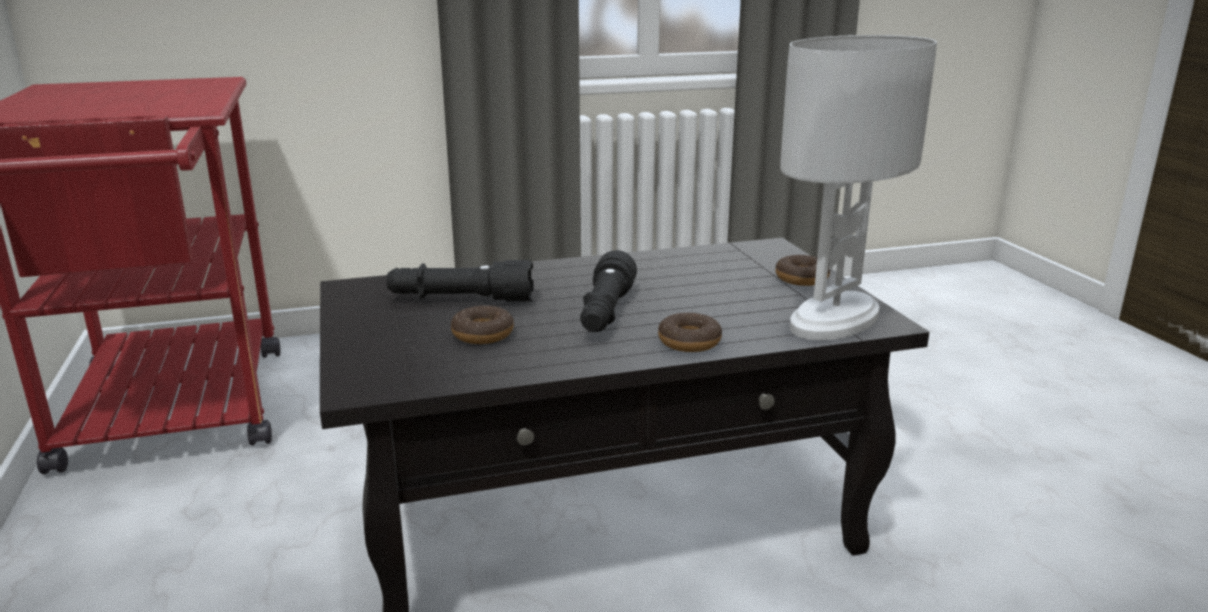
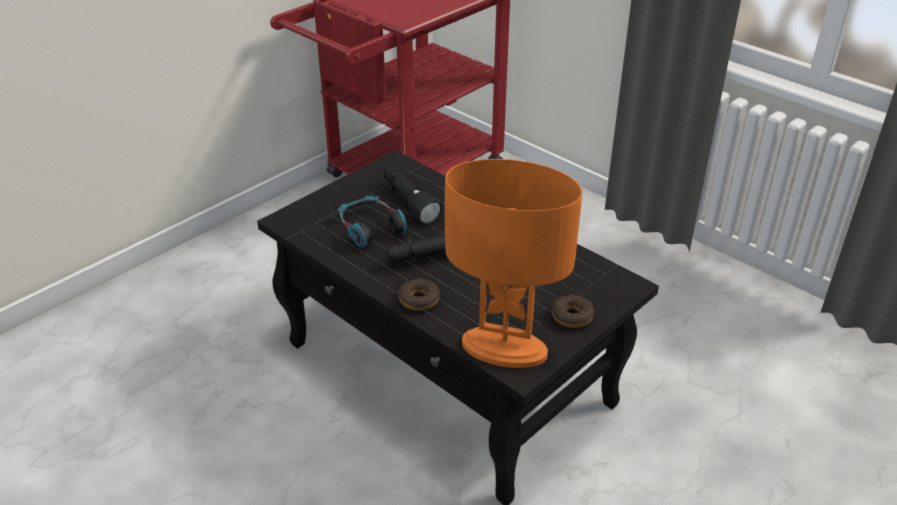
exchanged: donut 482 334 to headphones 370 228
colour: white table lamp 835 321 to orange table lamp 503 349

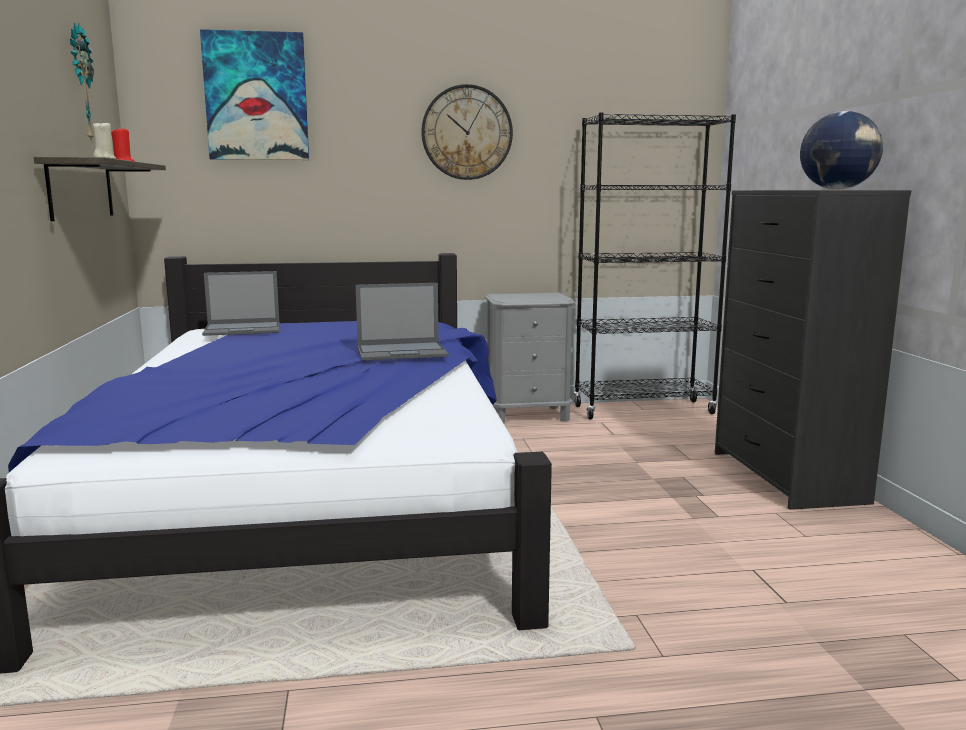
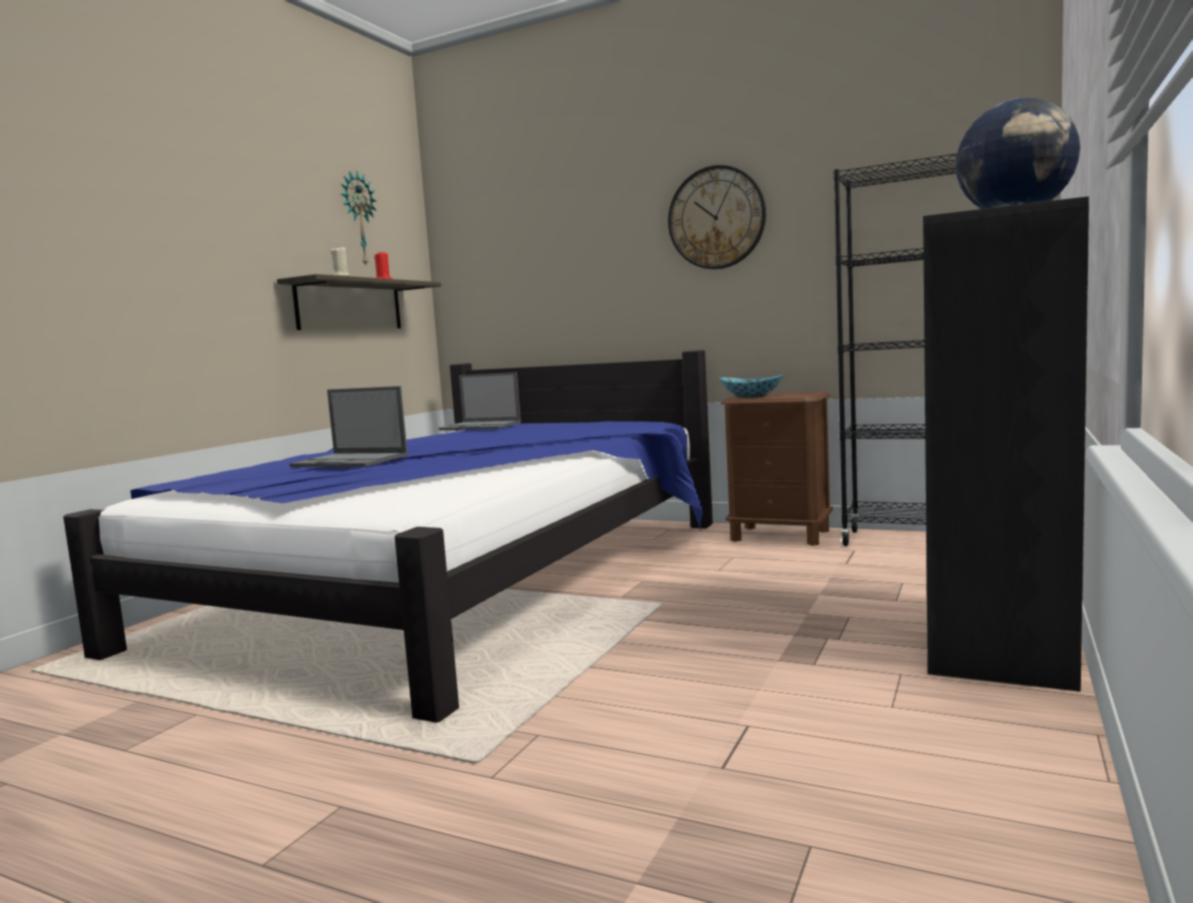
missing: picture 256 97
appeared: bowl 752 397
relocated: laptop 403 352 to 351 461
colour: grey nightstand 528 415 to brown nightstand 781 535

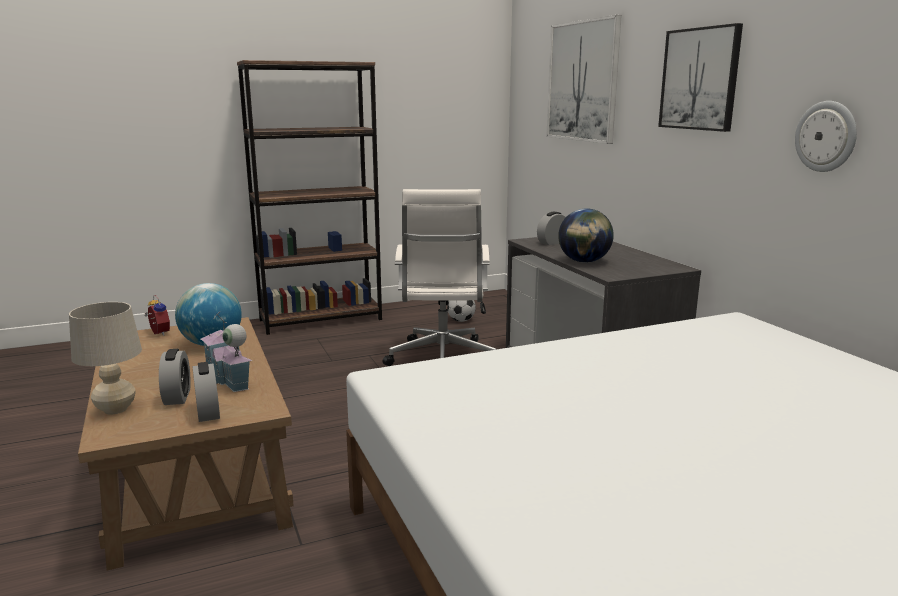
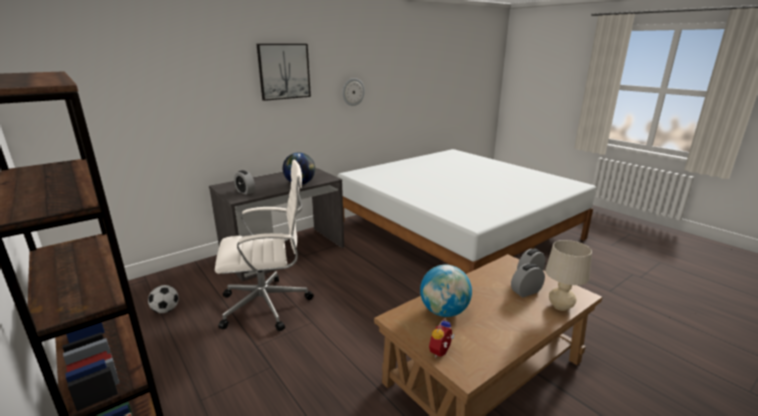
missing: toy house 229 381; picture 582 81

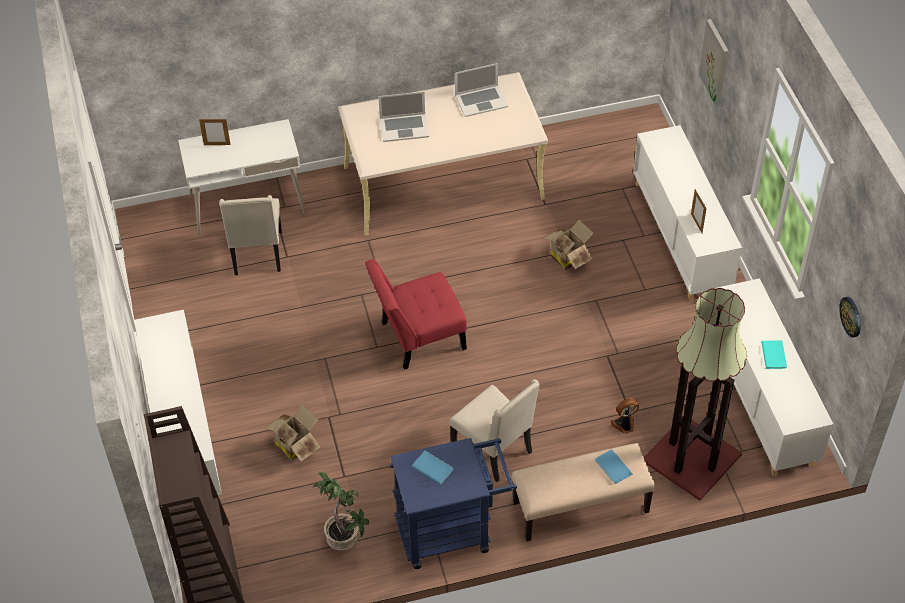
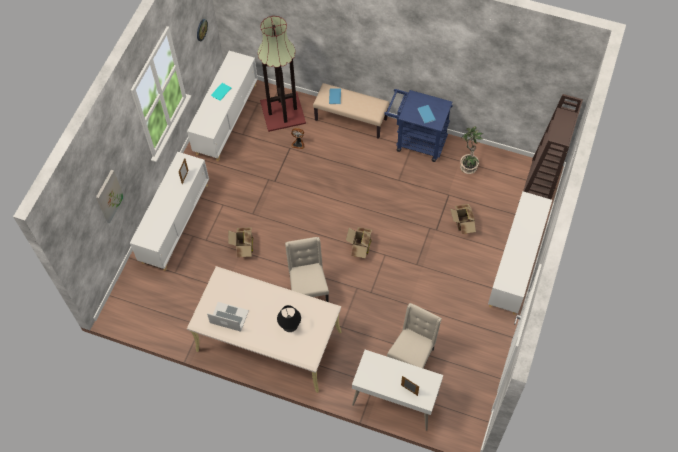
relocated: beige chair 494 450 to 308 290
exchanged: laptop 404 127 to black table lamp 289 325; red chair 418 337 to cardboard box 359 247

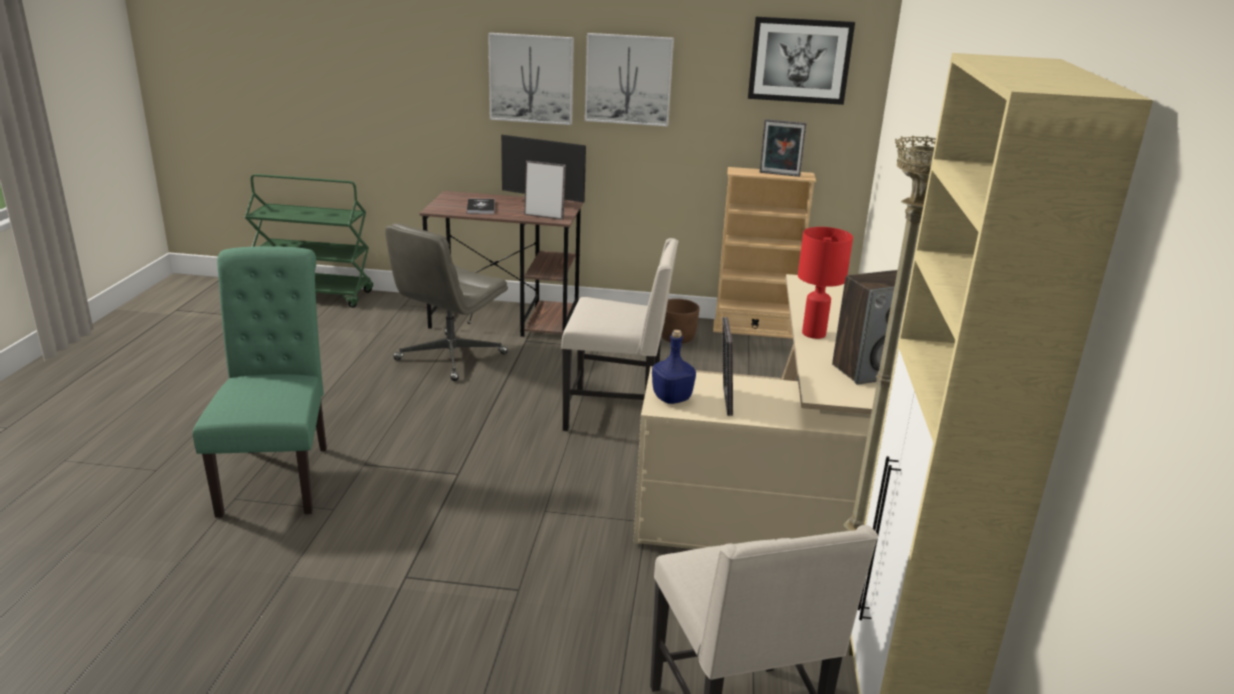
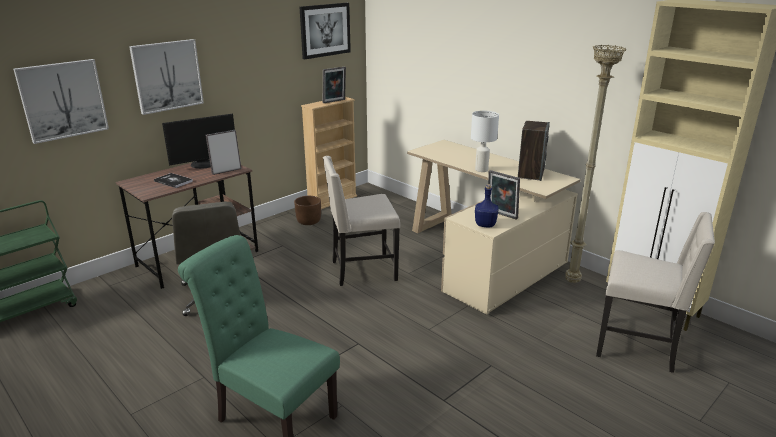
relocated: picture 628 79 to 63 100
colour: red table lamp 813 334 to white table lamp 481 170
spun: beige chair 616 415 = 362 271 150 degrees counterclockwise

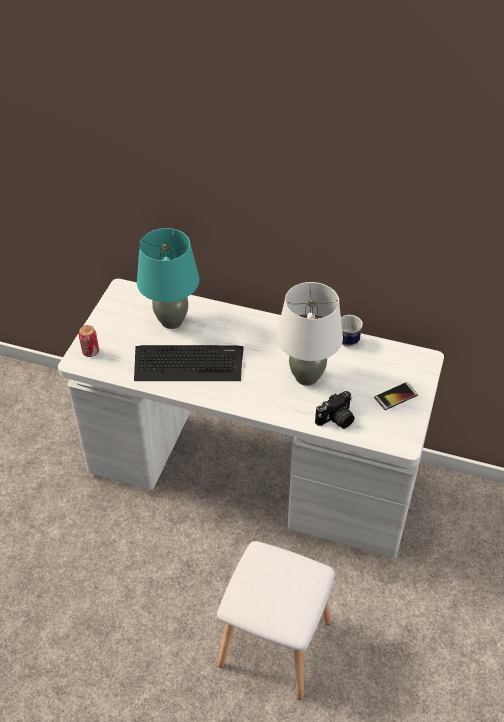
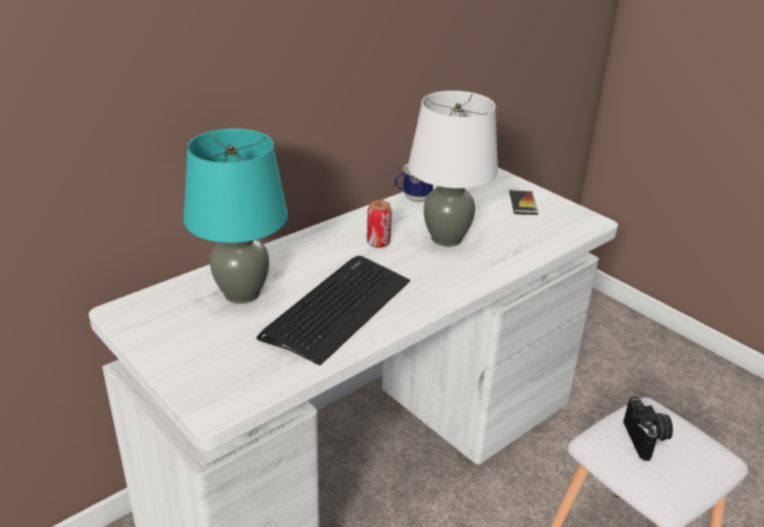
relocated: can 90 352 to 378 243; photo camera 336 420 to 646 439

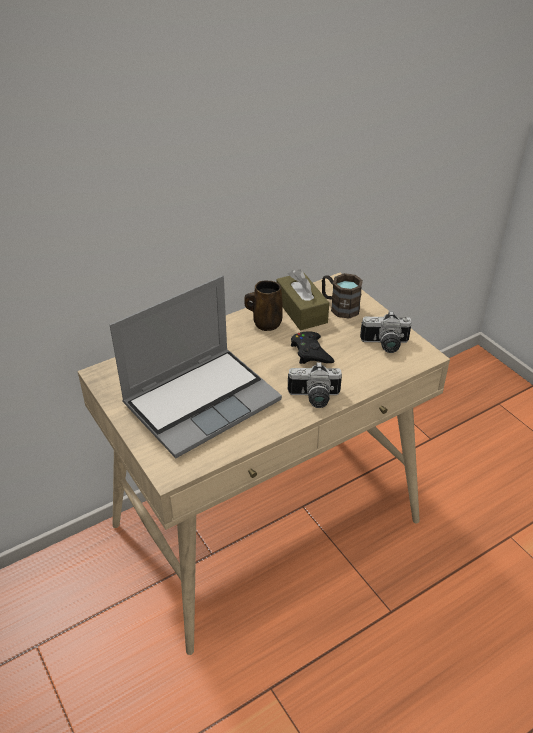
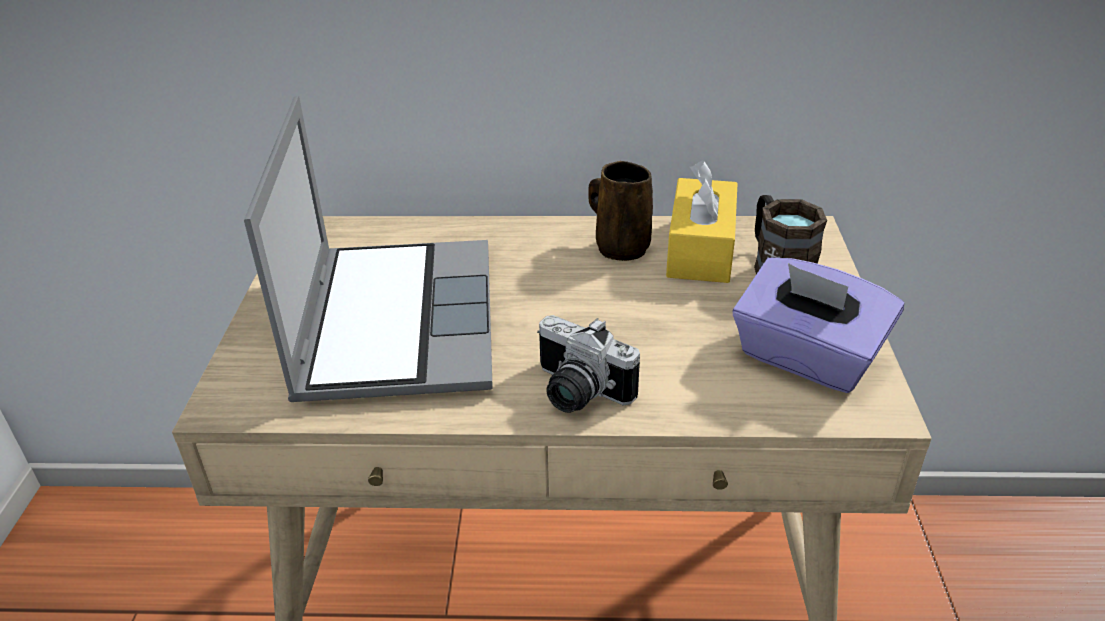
missing: black game controller 310 352
exchanged: photo camera 385 345 to purple tissue box 806 358
colour: brown tissue box 301 311 to yellow tissue box 700 249
spun: laptop 202 401 = 395 320 90 degrees counterclockwise

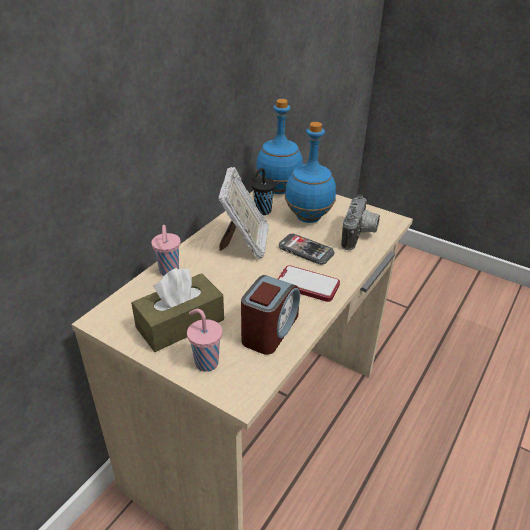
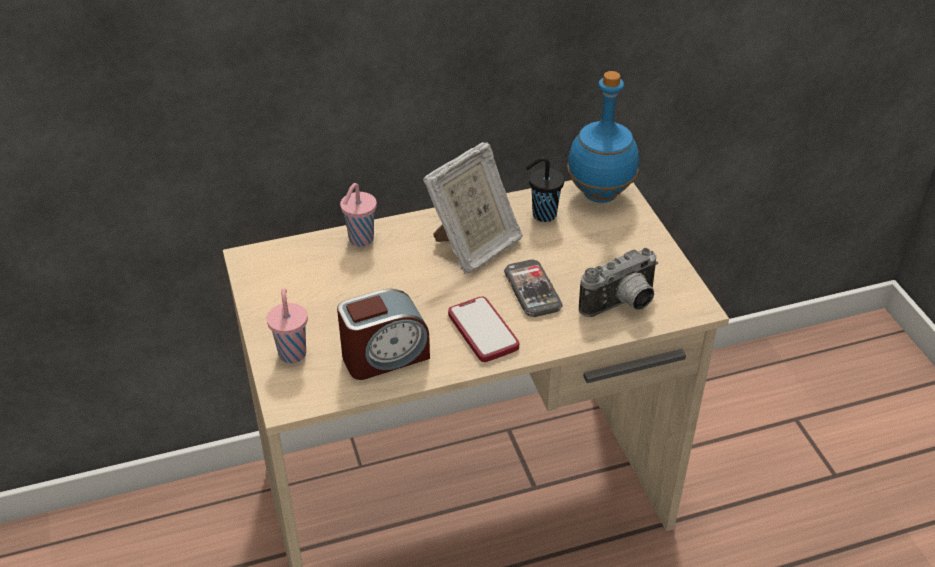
missing: brown tissue box 180 324; blue bottle 307 217

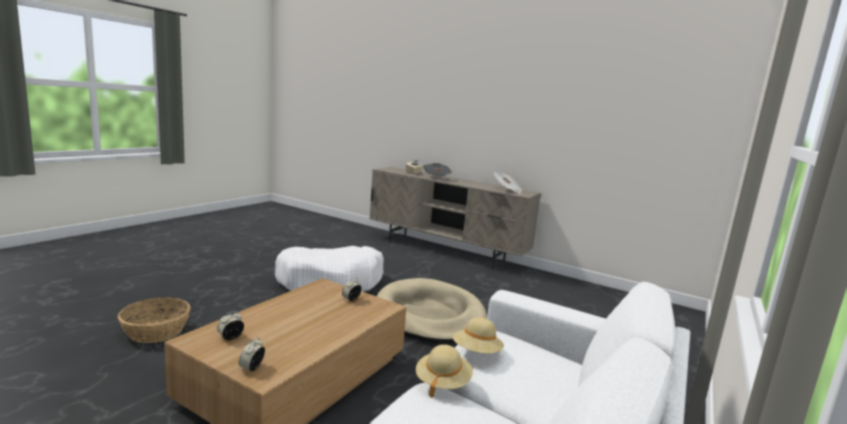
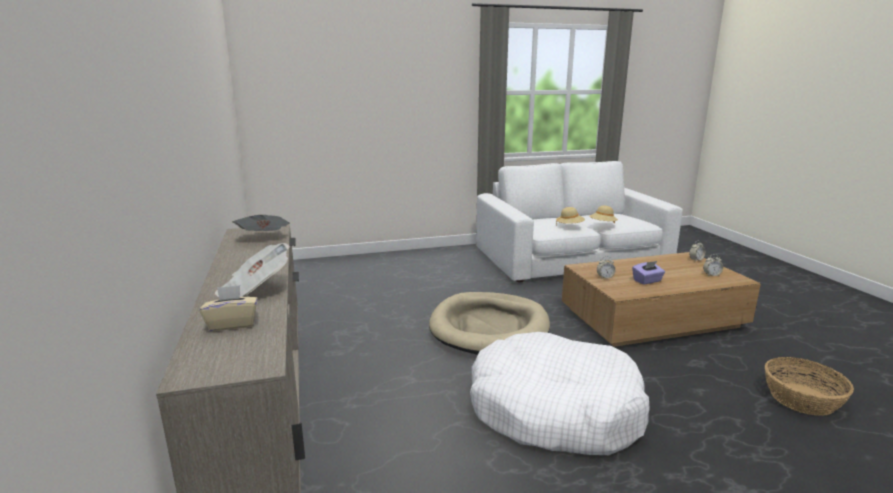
appeared: purple tissue box 647 281

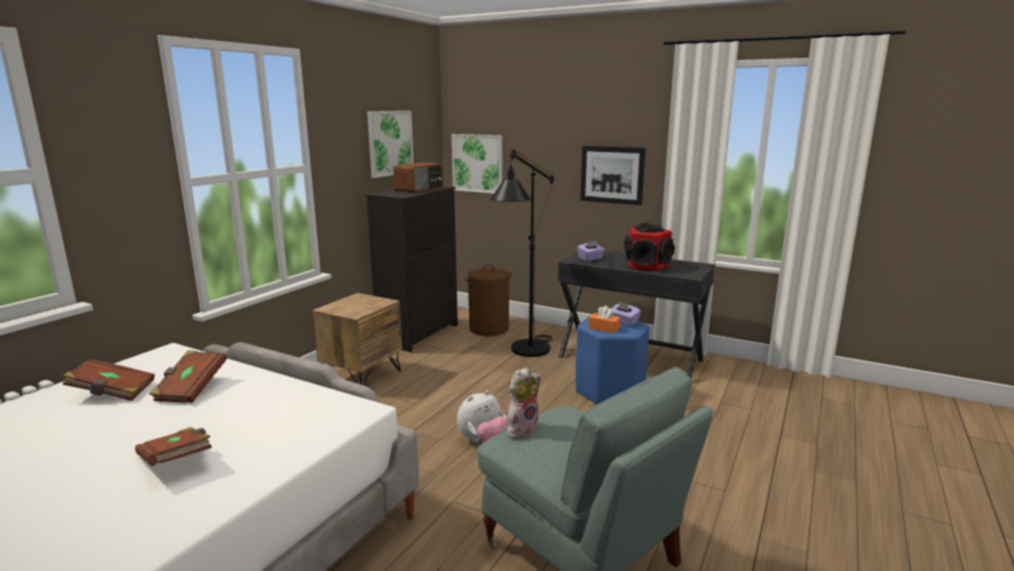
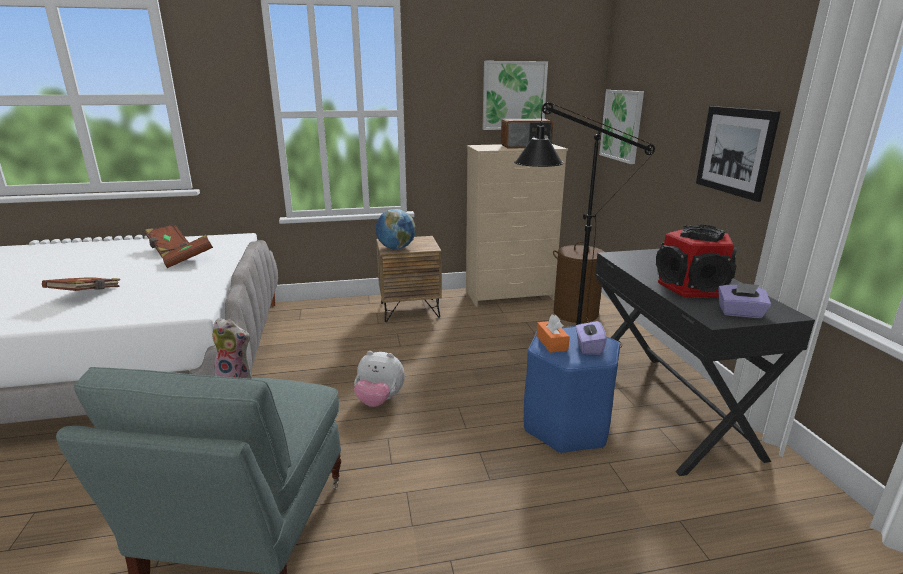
appeared: globe 396 248
relocated: purple tissue box 590 259 to 740 313
colour: black dresser 419 334 to beige dresser 510 295

